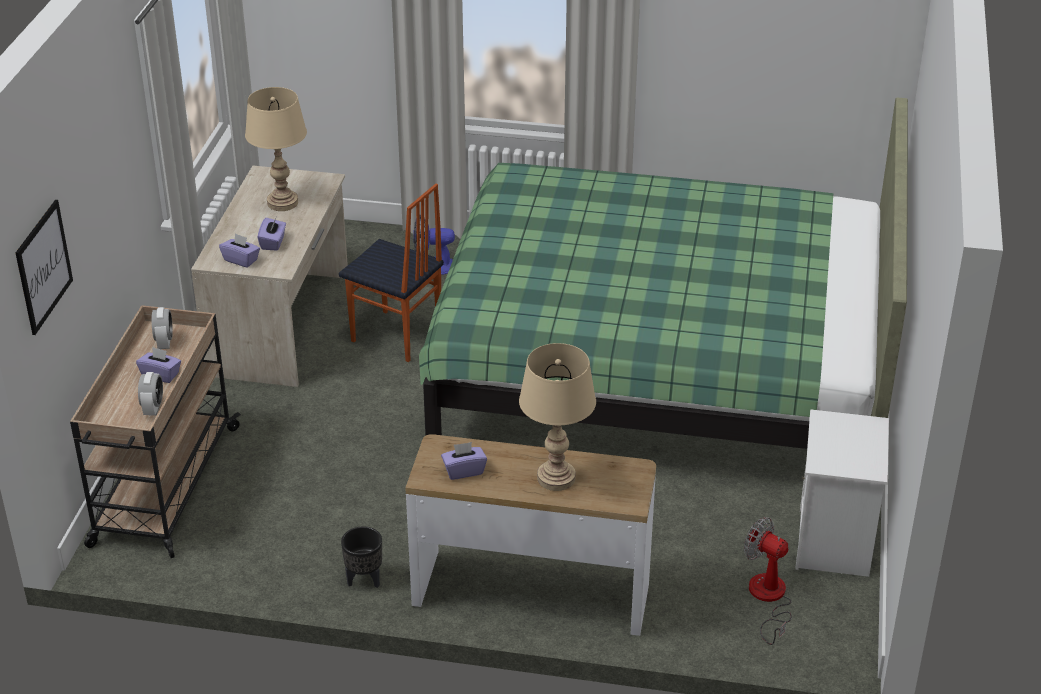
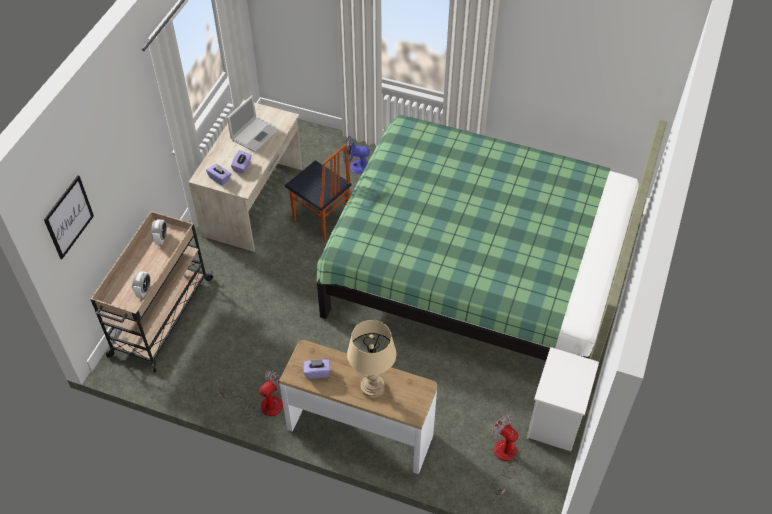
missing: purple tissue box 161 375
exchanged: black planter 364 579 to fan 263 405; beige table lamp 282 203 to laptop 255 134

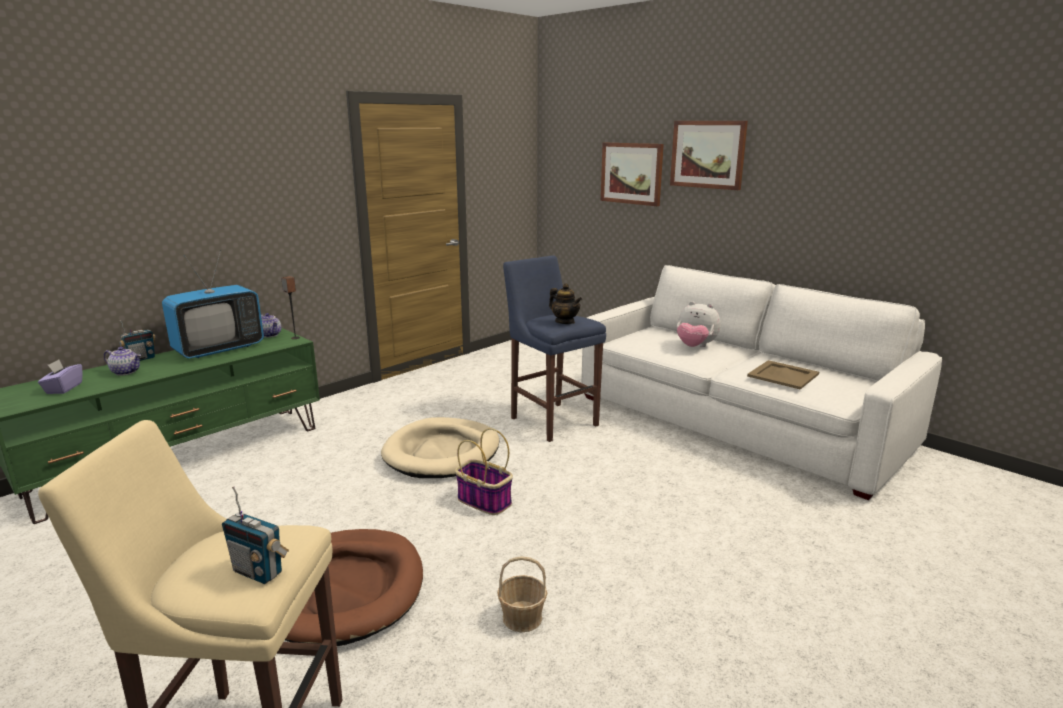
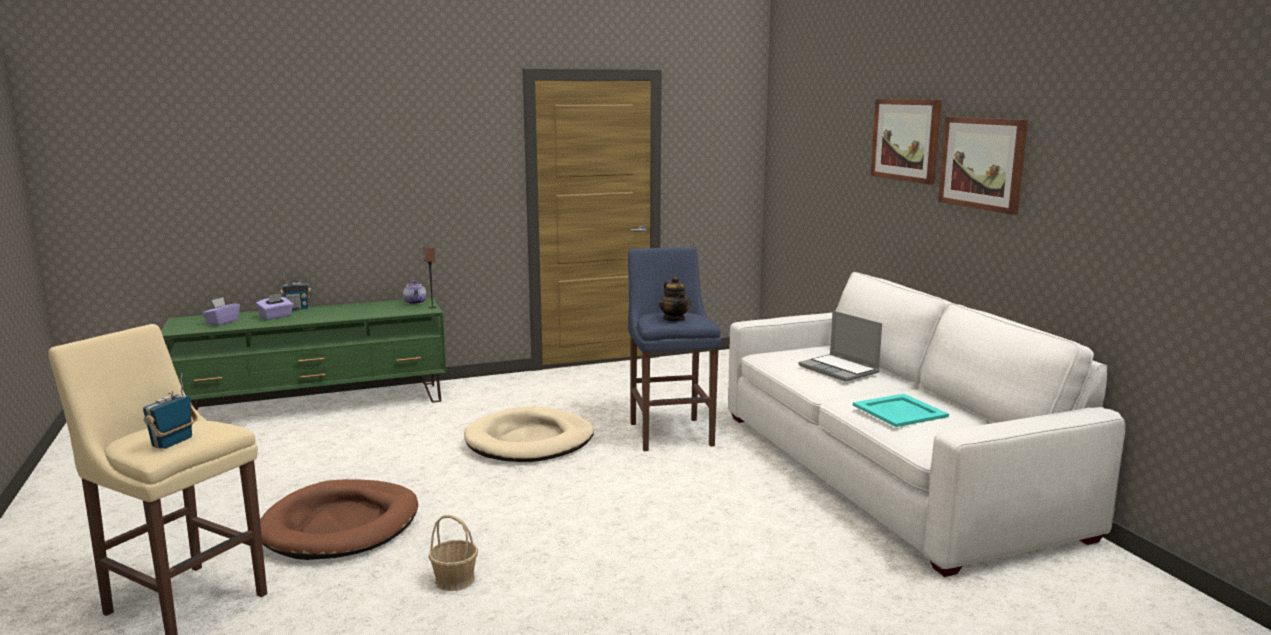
missing: television 219 349; basket 483 501
relocated: picture 631 173 to 982 163
exchanged: teapot 126 372 to purple tissue box 276 317; plush toy 695 347 to laptop 840 369
colour: beige tray 783 375 to turquoise tray 899 411
spun: radio 258 572 = 173 442 60 degrees clockwise

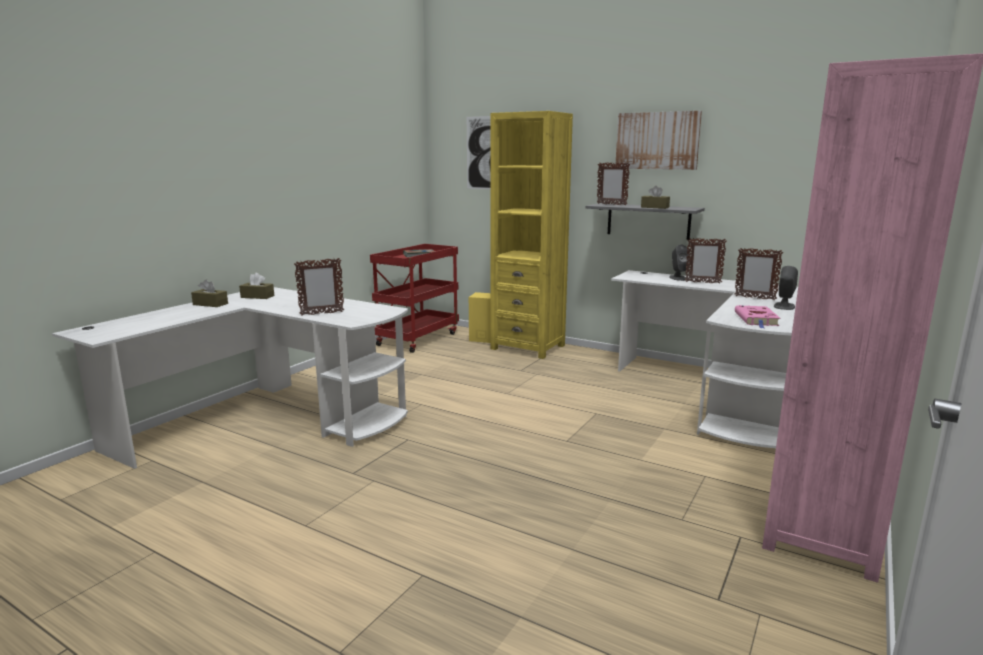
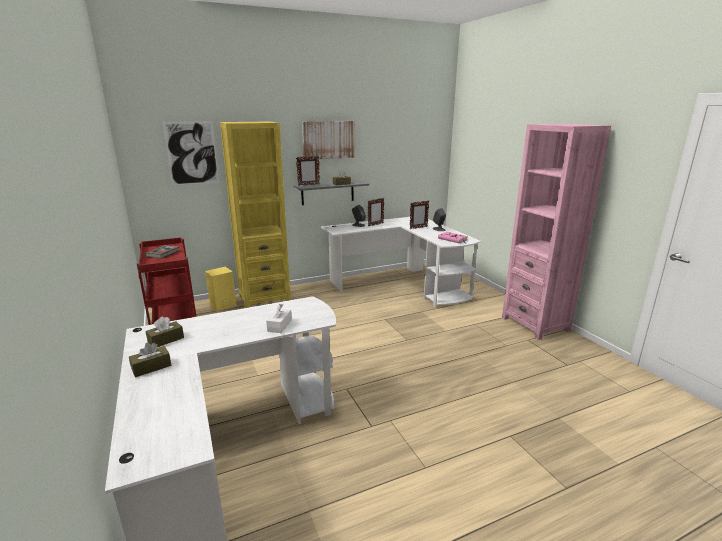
exchanged: picture frame 321 313 to white tissue box 279 325

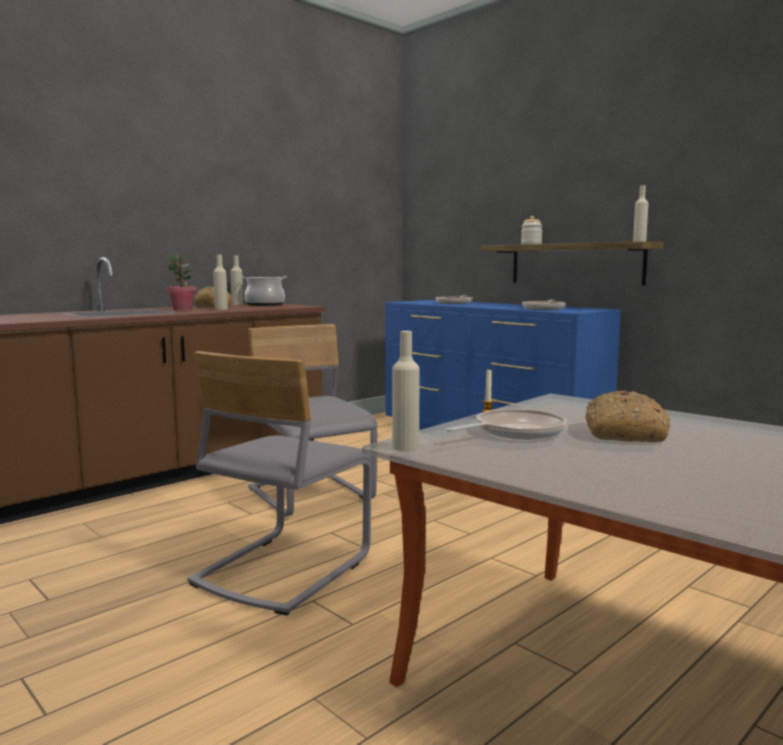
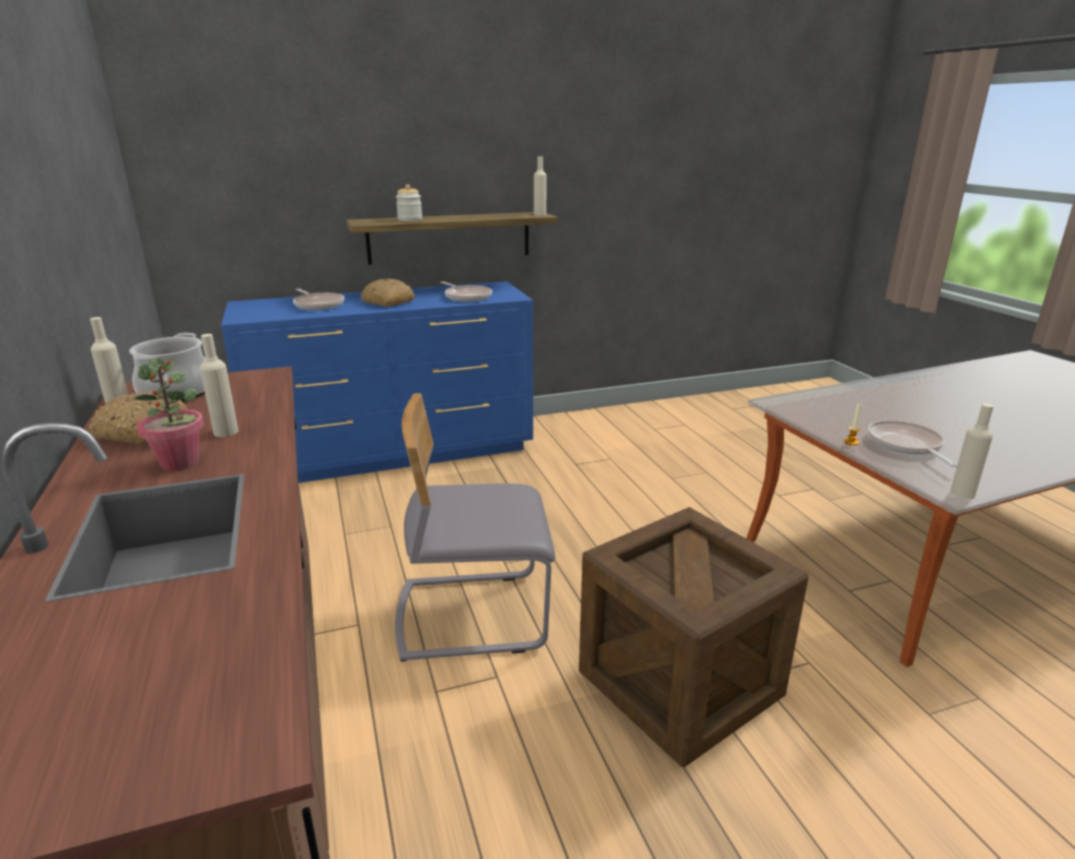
relocated: bread 622 433 to 387 302
exchanged: grey chair 281 569 to crate 679 683

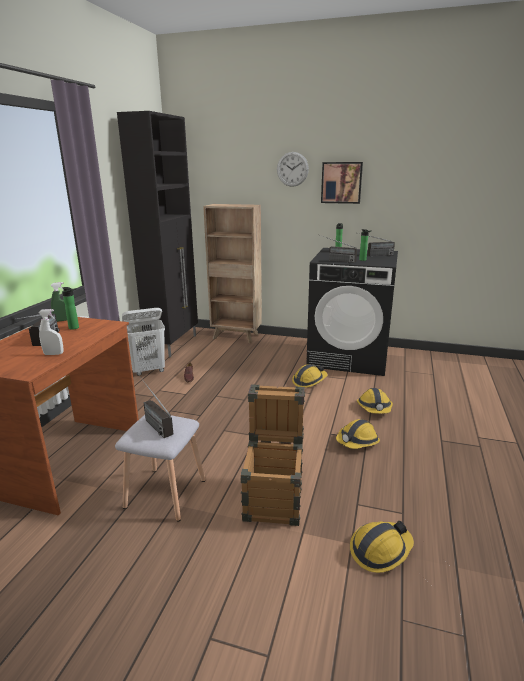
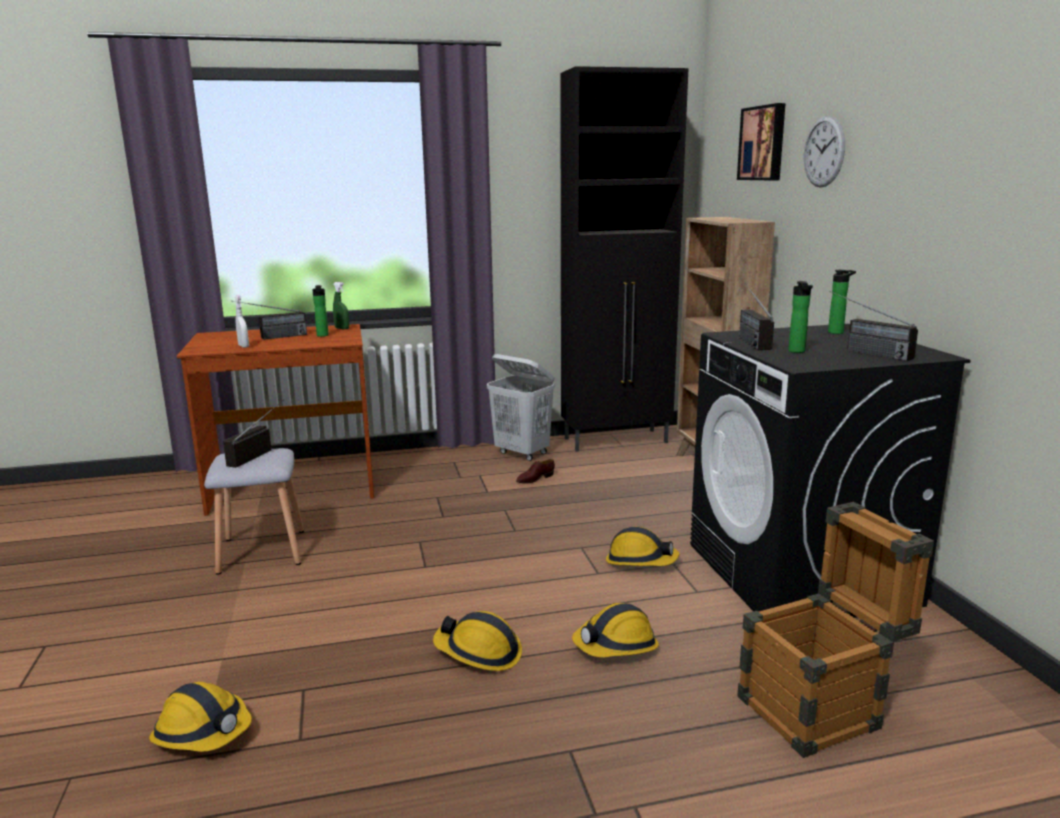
relocated: picture 341 182 to 763 143; crate 274 496 to 821 708

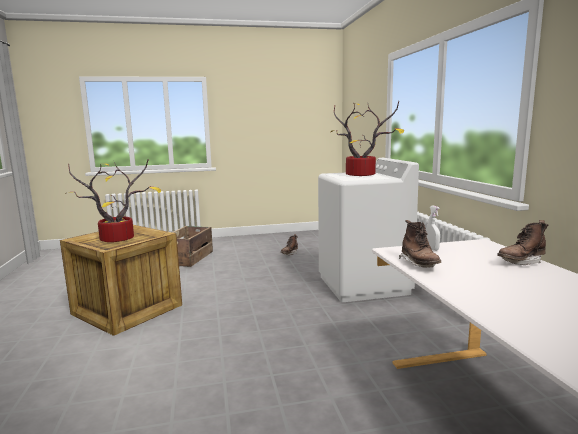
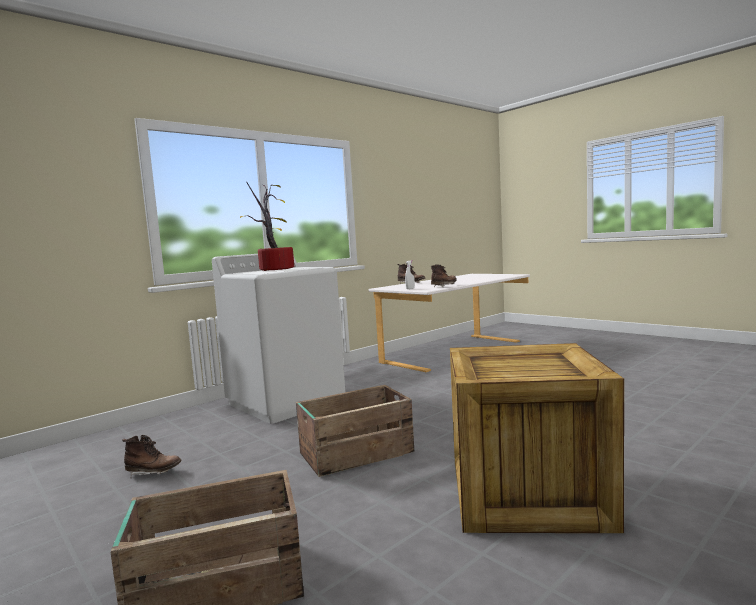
missing: potted plant 119 238
appeared: crate 354 453

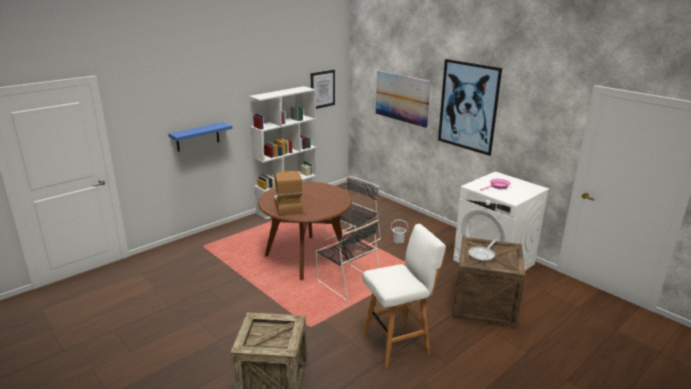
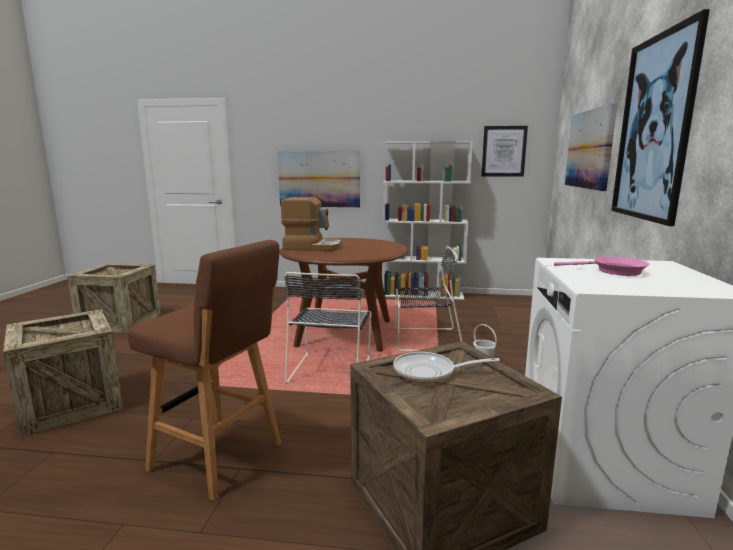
appeared: crate 120 322
exchanged: blue shelf 197 137 to picture 319 179
colour: white stool 398 343 to brown stool 220 457
spun: coffee machine 287 206 = 312 247 60 degrees clockwise

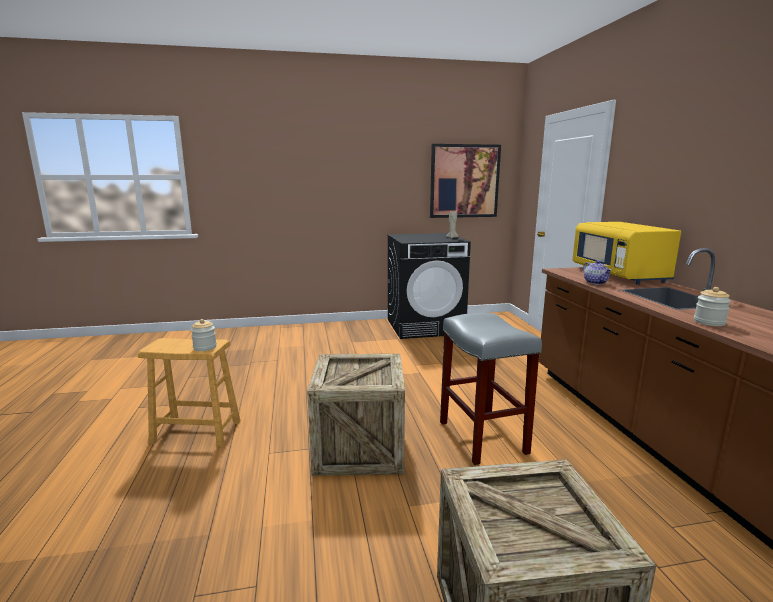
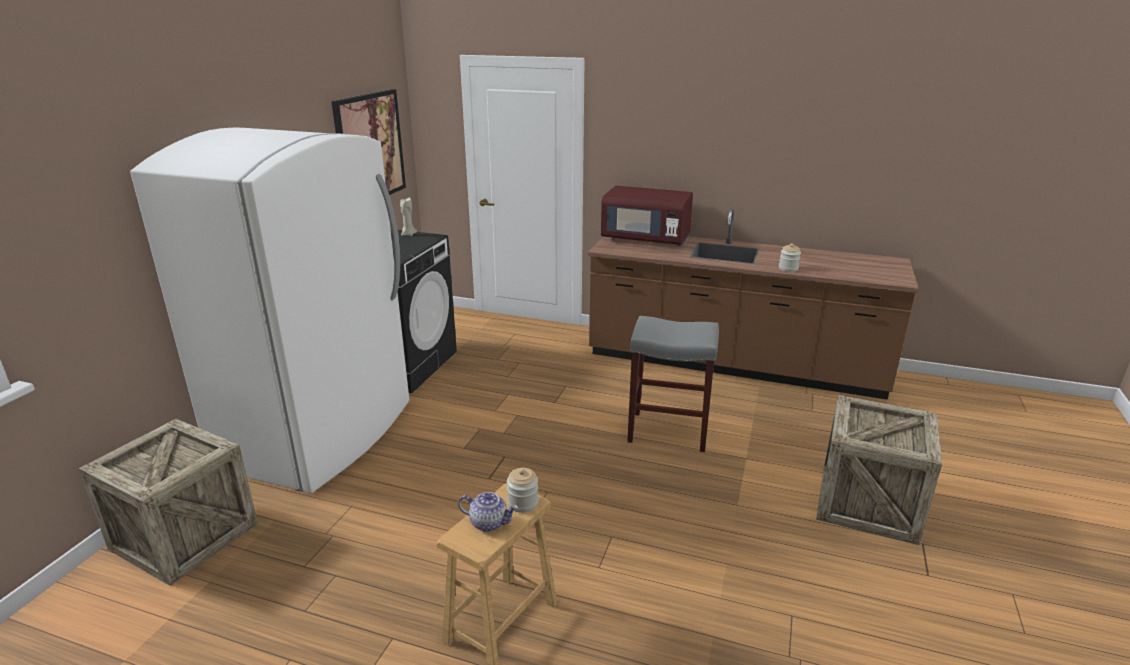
appeared: white fridge 320 435
relocated: crate 359 448 to 184 536; teapot 595 282 to 489 523
colour: yellow microwave 619 275 to red microwave 646 239

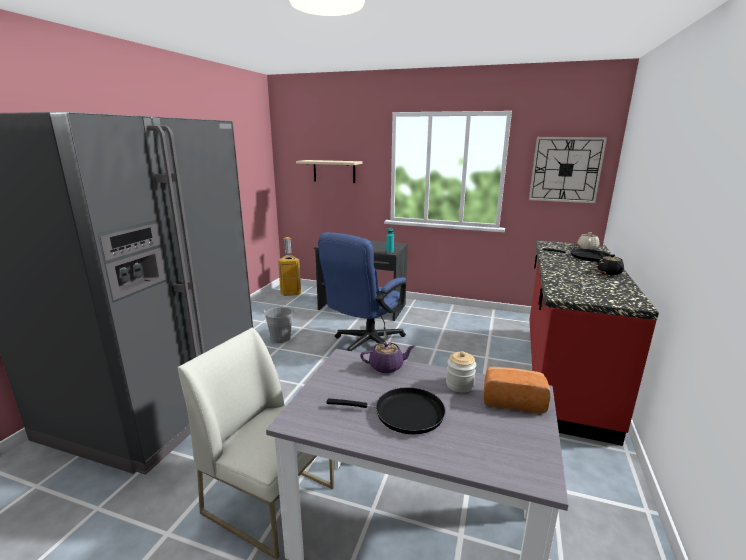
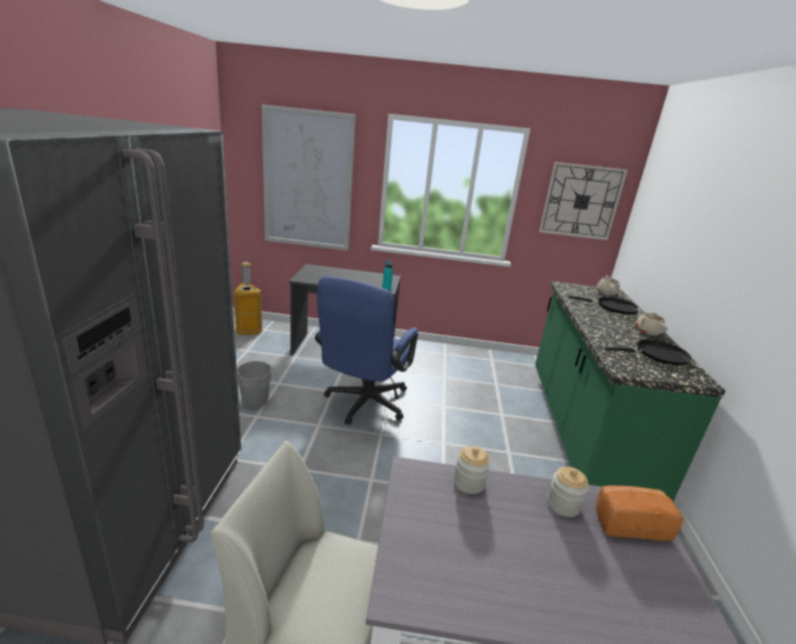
relocated: black frying pan 403 414 to 657 355
exchanged: beige shelf 334 171 to picture 308 181; purple teapot 387 367 to jar 469 483
colour: red counter 562 374 to green counter 582 431; black teapot 608 272 to beige teapot 647 331

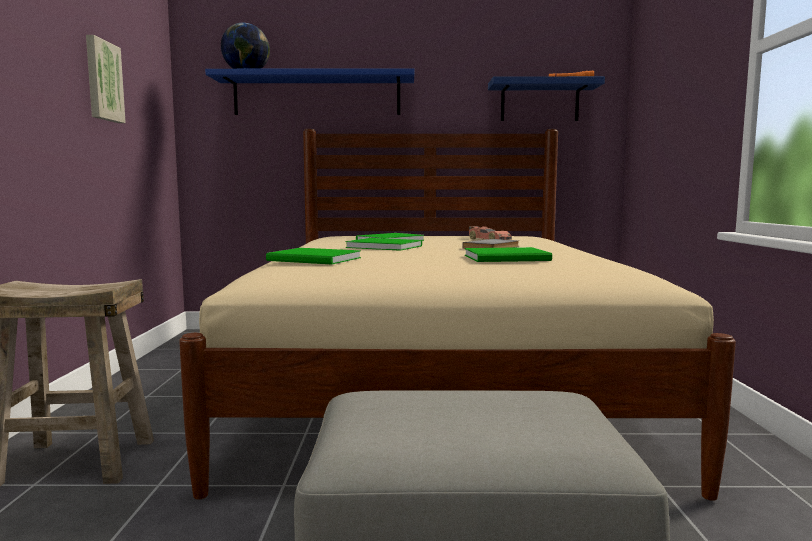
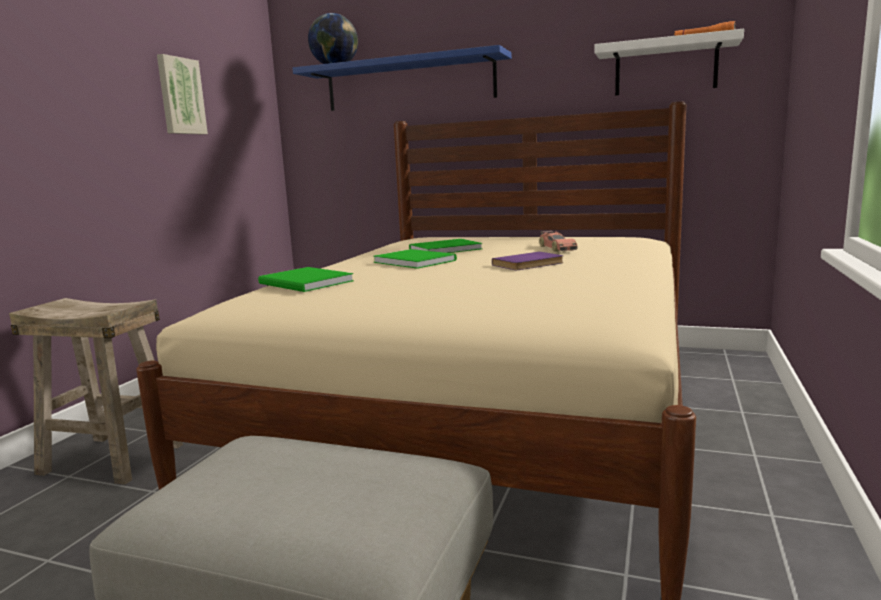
missing: green book 509 258
colour: grey book 493 247 to purple book 529 264; blue shelf 539 102 to white shelf 665 68

